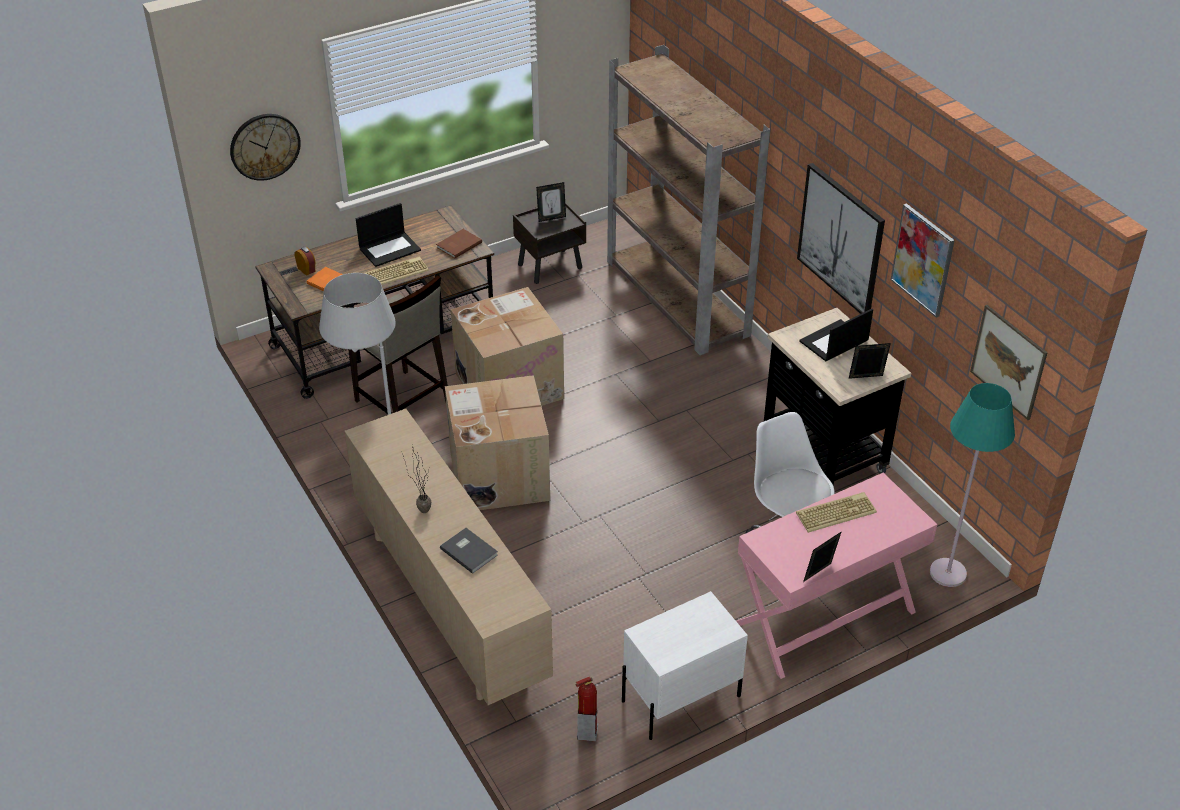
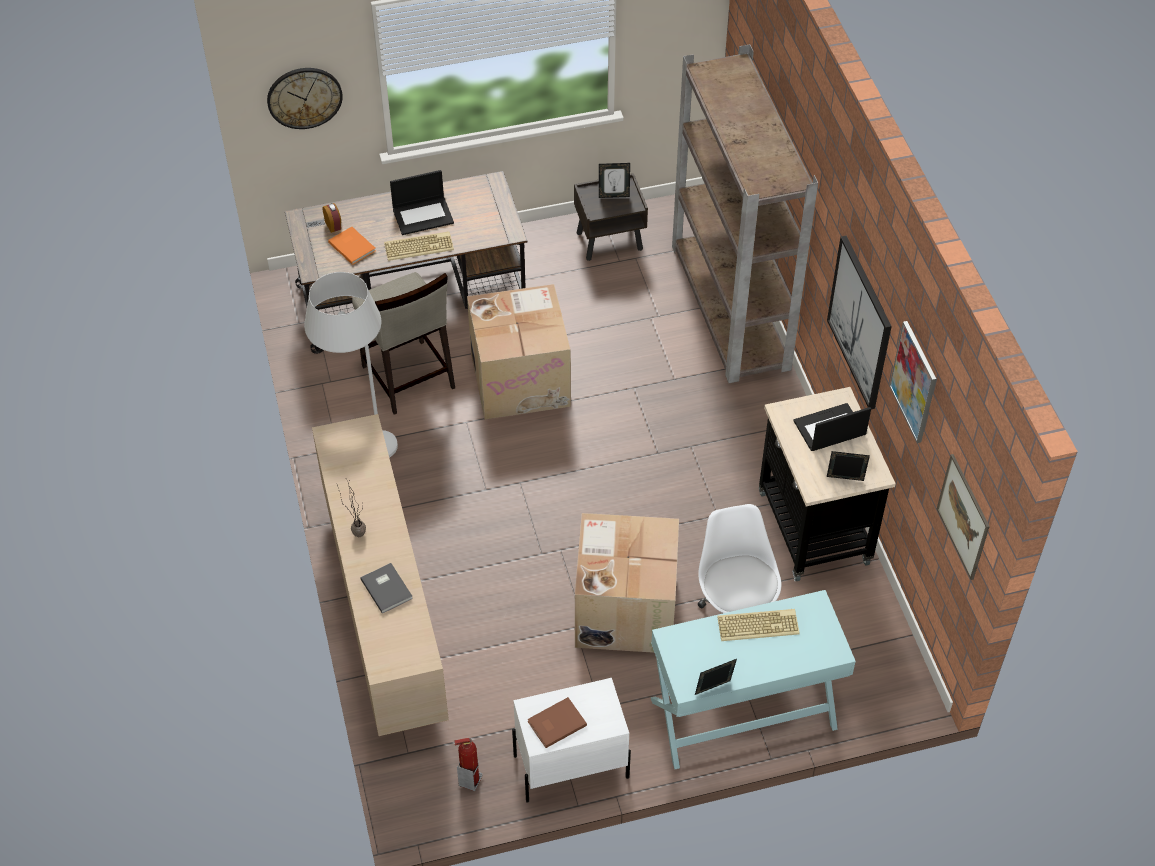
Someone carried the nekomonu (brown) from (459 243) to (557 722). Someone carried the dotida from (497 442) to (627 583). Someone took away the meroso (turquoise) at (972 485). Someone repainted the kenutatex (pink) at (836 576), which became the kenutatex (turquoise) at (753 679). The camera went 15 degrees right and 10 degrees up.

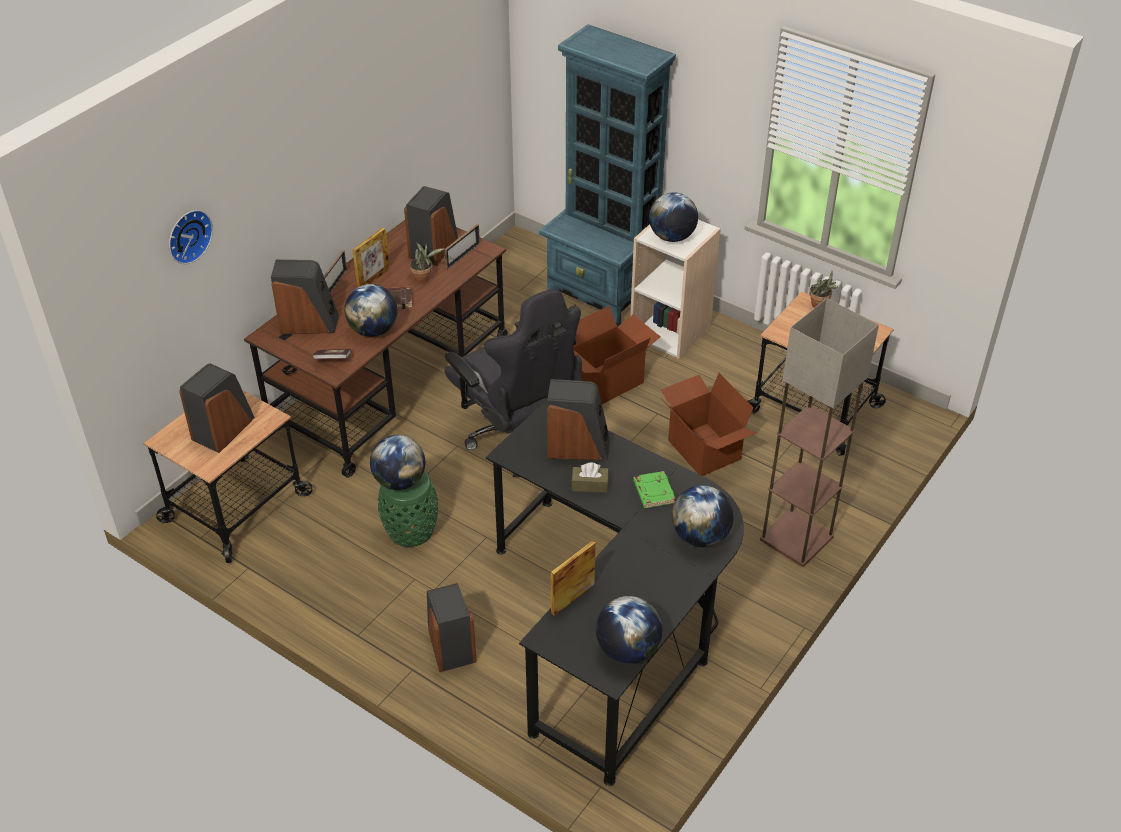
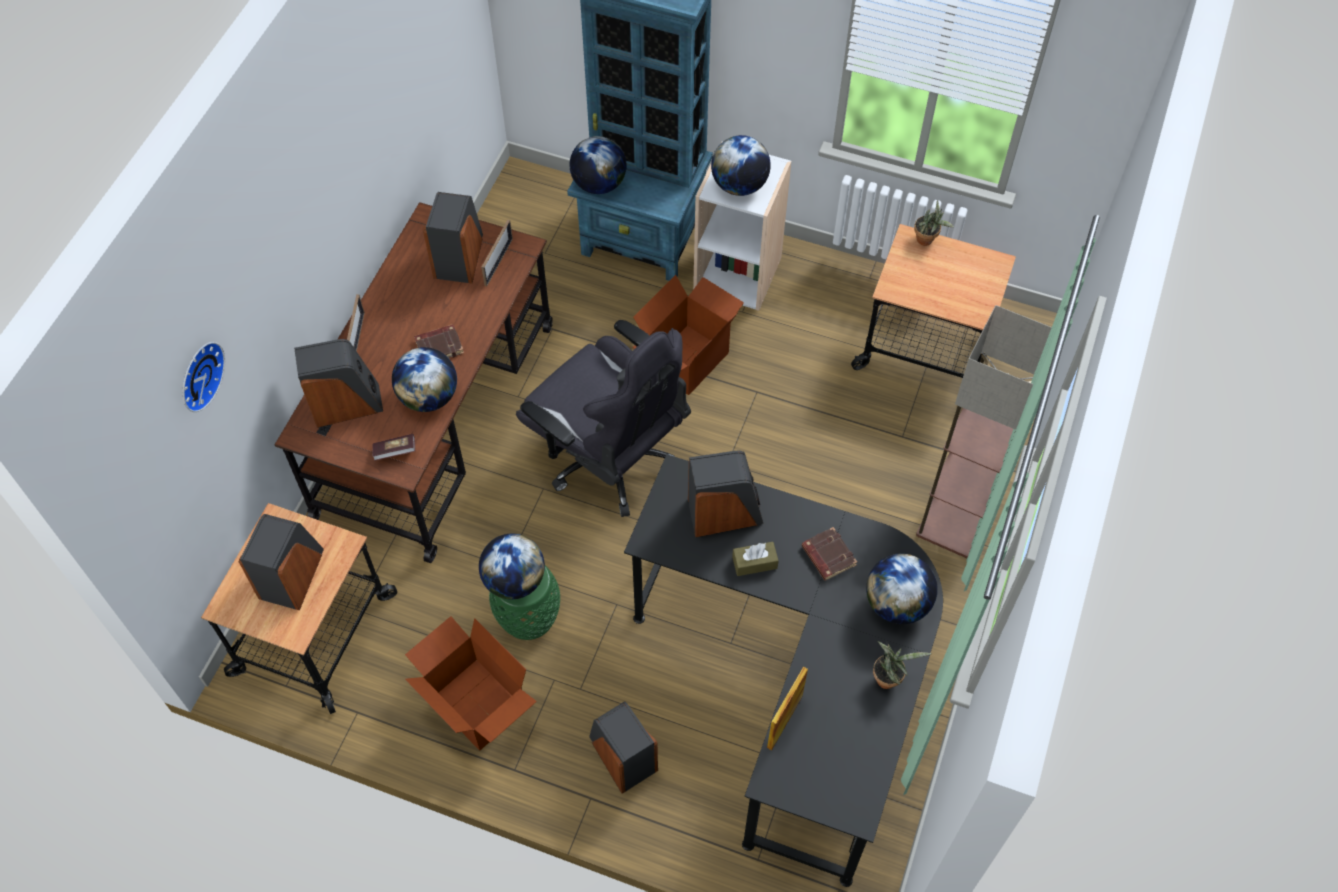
Someone took away the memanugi at (371 257). Someone carried the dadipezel from (427 262) to (902 665). Someone carried the dotida from (709 424) to (471 683). Someone repainted the nekomonu (green) at (654 489), which became the nekomonu (brown) at (829 554). Someone carried the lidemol from (629 629) to (598 165). The camera went 15 degrees left and 15 degrees up.

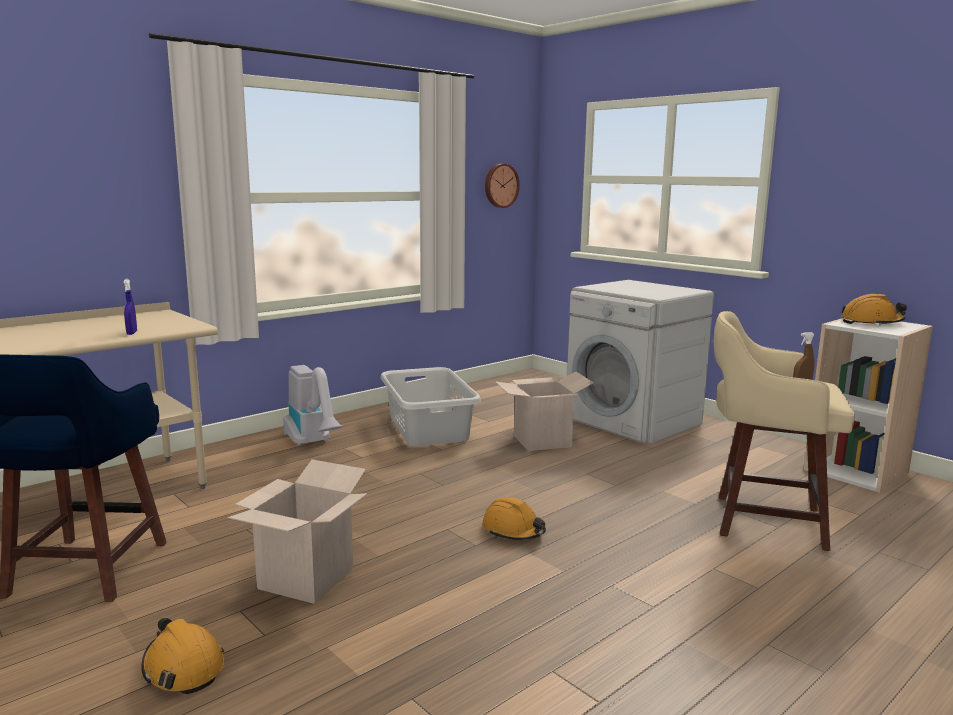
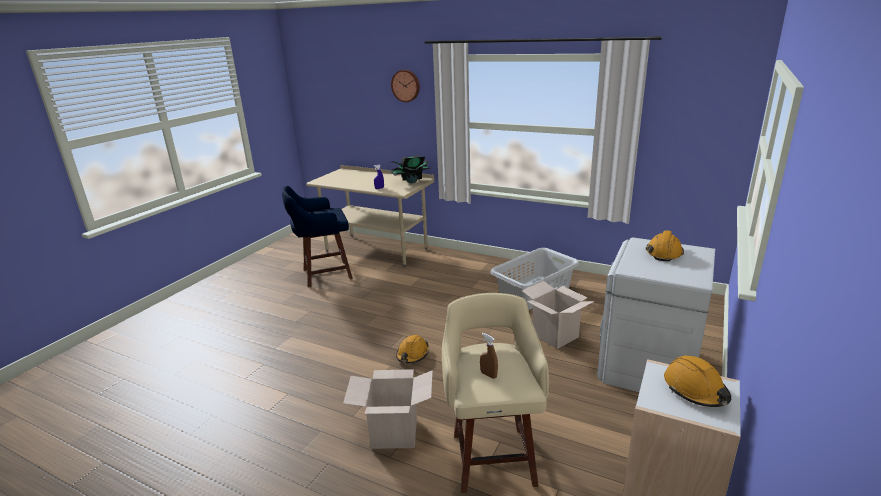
Someone carried the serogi from (502 186) to (405 86). Someone took away the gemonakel at (313 405). Someone carried the dotida from (297 531) to (388 409). Someone carried the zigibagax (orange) from (182 656) to (665 246). Someone put down the dadipezel at (410 169). The camera went 70 degrees right and 10 degrees up.

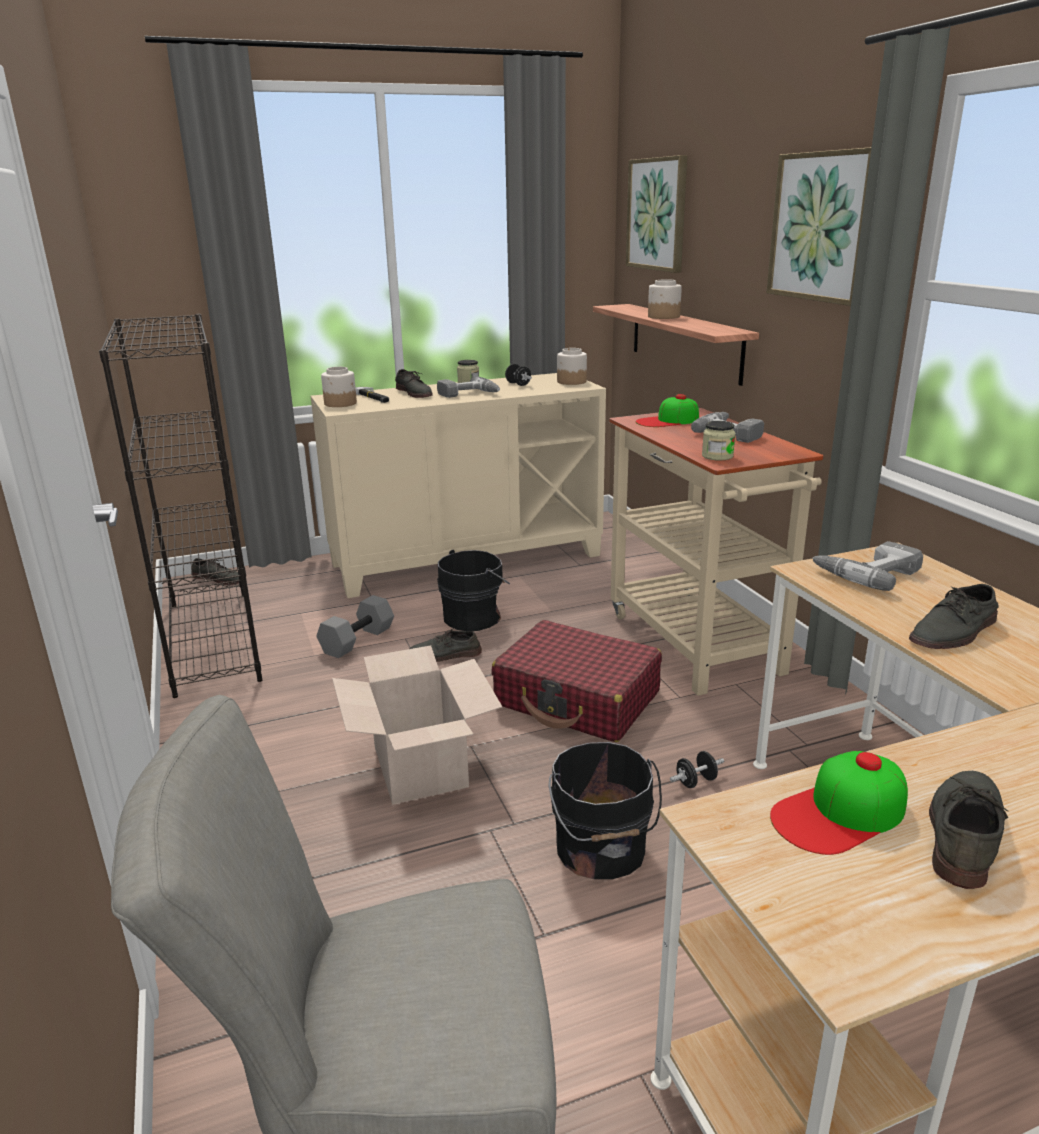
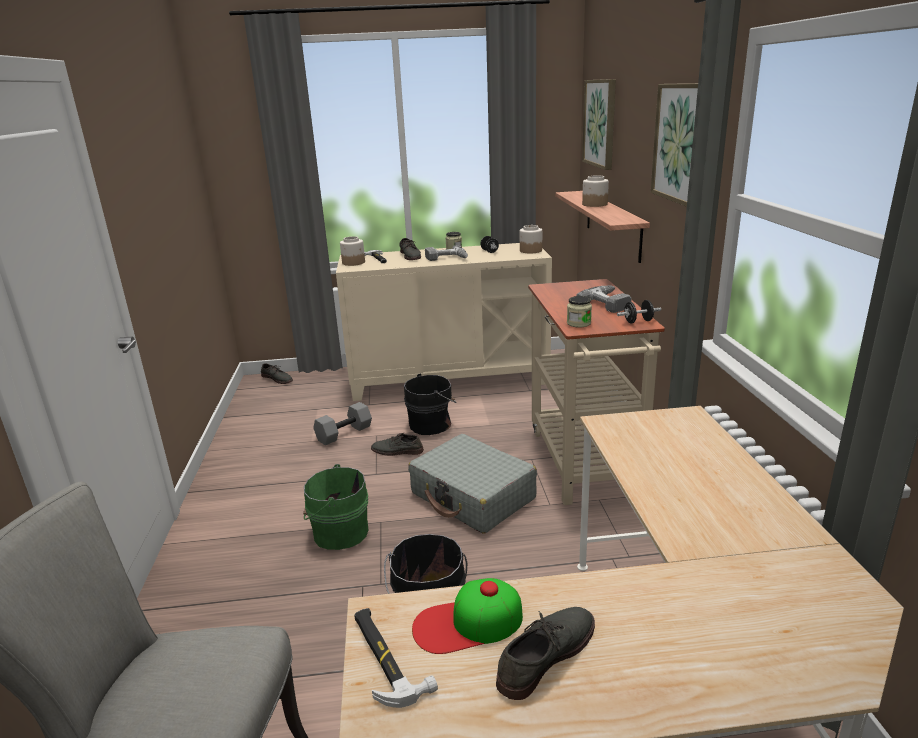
Someone took away the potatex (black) at (180 506). Someone took away the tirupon at (667 410). Someone took away the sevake at (867 566). Someone took away the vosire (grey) at (954 616). Someone repainted the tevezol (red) at (576 681), which became the tevezol (grey) at (472 484). Someone swapped the dotida at (417 724) for the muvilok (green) at (336 507). Someone carried the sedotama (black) from (697 769) to (639 311). Someone put down the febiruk at (396 658). The camera went 15 degrees right and 0 degrees up.

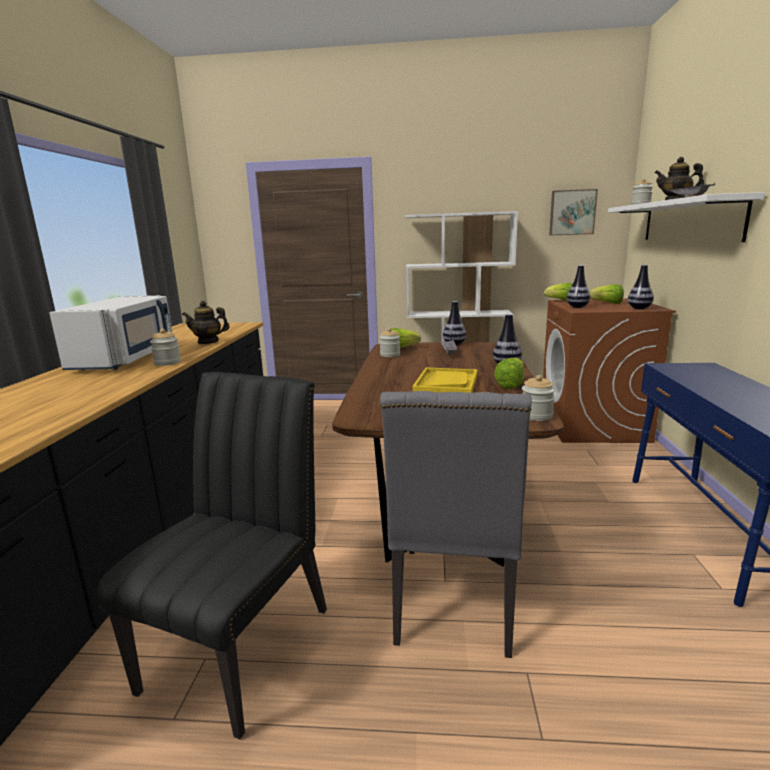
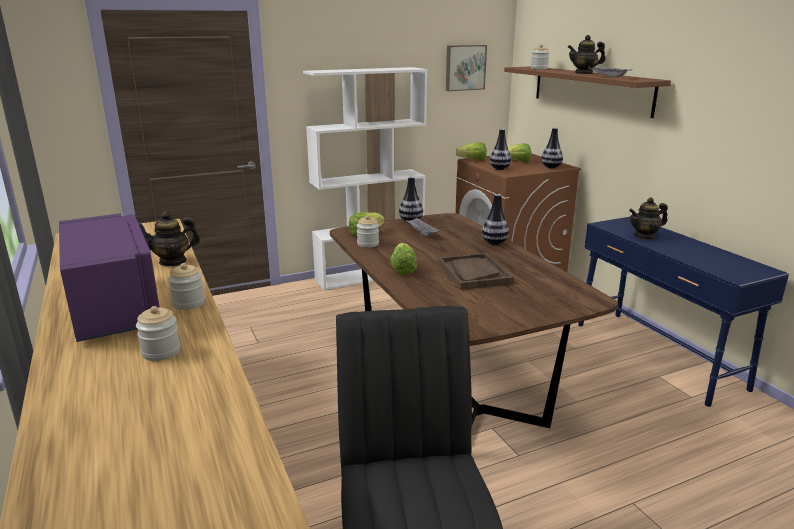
Someone repainted the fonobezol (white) at (686 217), which became the fonobezol (brown) at (587 92). Someone repainted the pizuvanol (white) at (110 332), which became the pizuvanol (purple) at (109 278). Someone carried the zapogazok from (509 373) to (403 259). Someone repainted the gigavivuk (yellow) at (445 380), which became the gigavivuk (brown) at (476 271). Someone carried the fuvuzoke from (538 398) to (158 333). Someone took away the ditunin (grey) at (456 524). Someone put down the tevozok at (648 218). The camera went 30 degrees left and 5 degrees up.

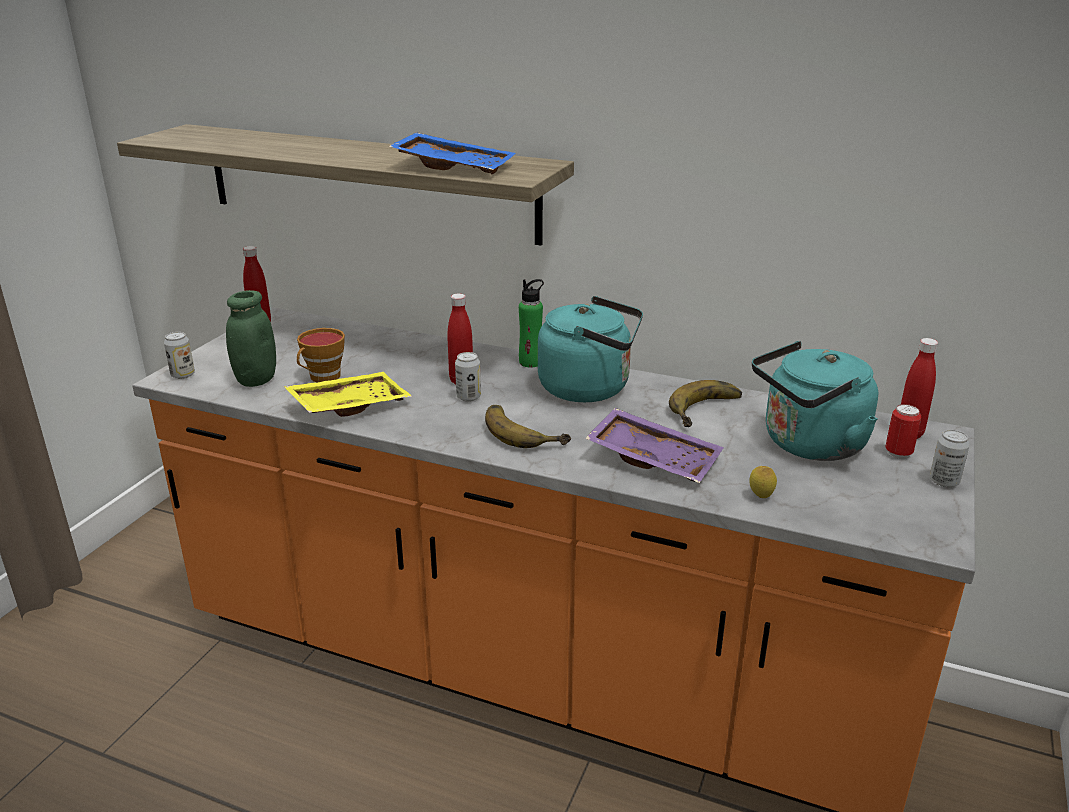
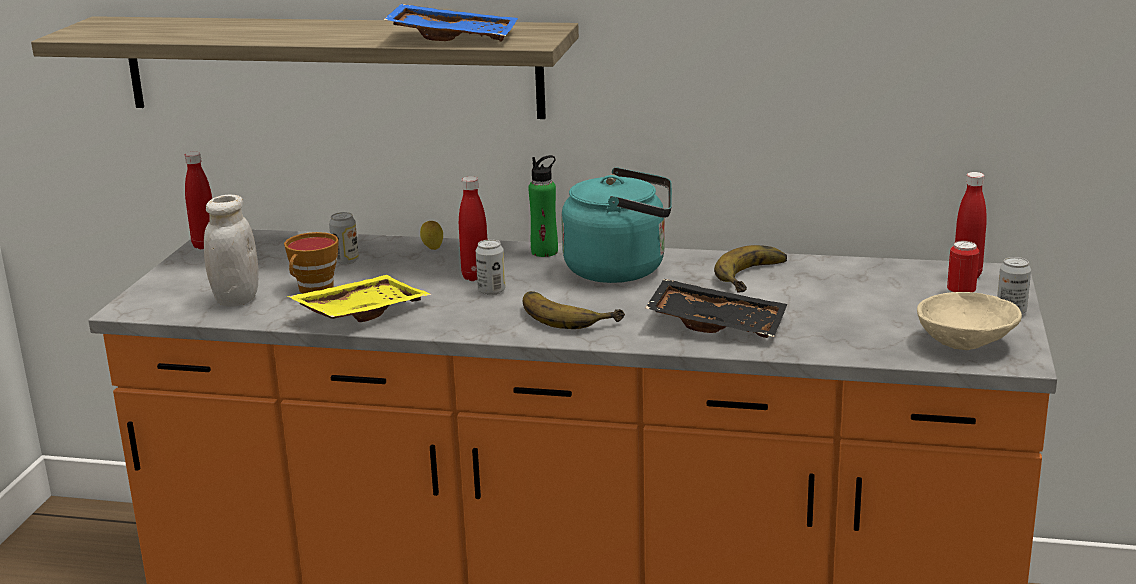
Someone repainted the fuvuzoke (green) at (251 338), which became the fuvuzoke (white) at (231 251). Someone carried the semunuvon from (179 355) to (344 238). Someone took away the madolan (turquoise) at (815 401). Someone repainted the gigavivuk (purple) at (654 445), which became the gigavivuk (black) at (716 308). Someone carried the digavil from (763 482) to (431 235). Someone put down the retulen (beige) at (969 321). The camera went 10 degrees left and 5 degrees down.

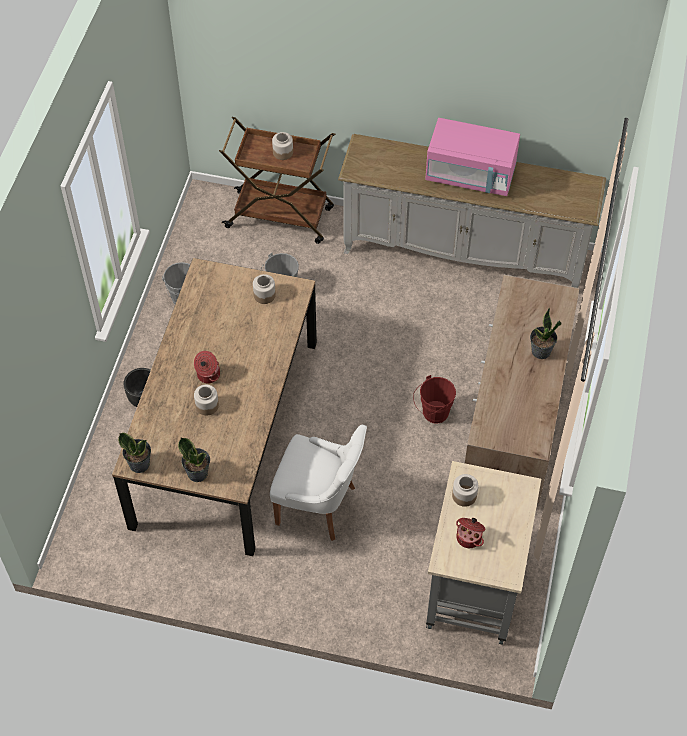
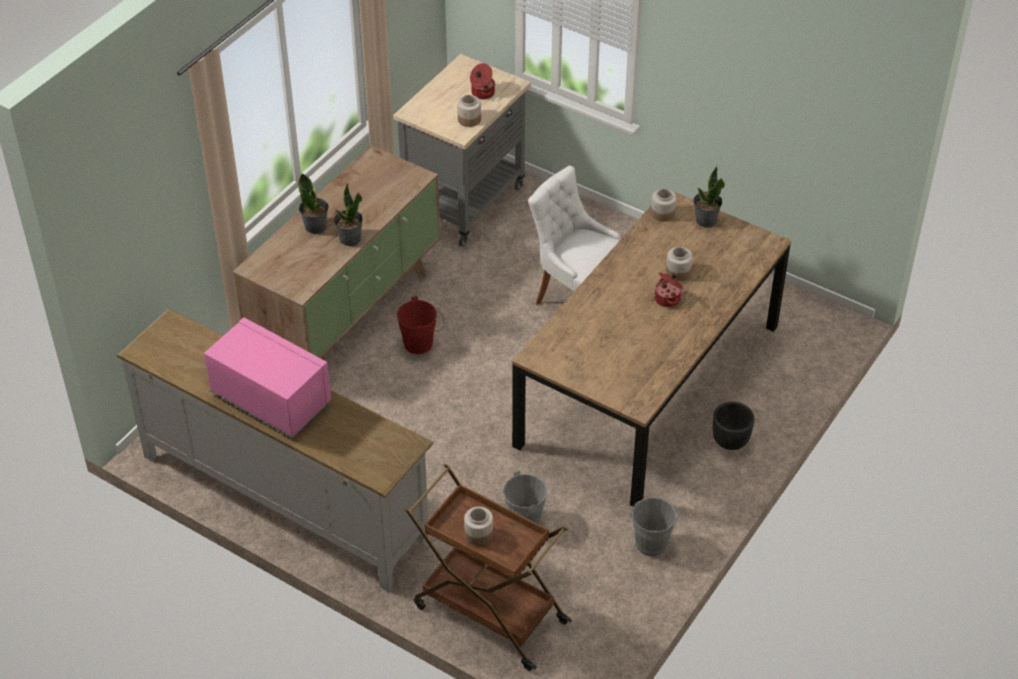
Someone carried the fuvuzoke from (264 289) to (664 205). Someone carried the dadipezel from (134 453) to (348 215). The camera went 160 degrees left and 10 degrees down.

